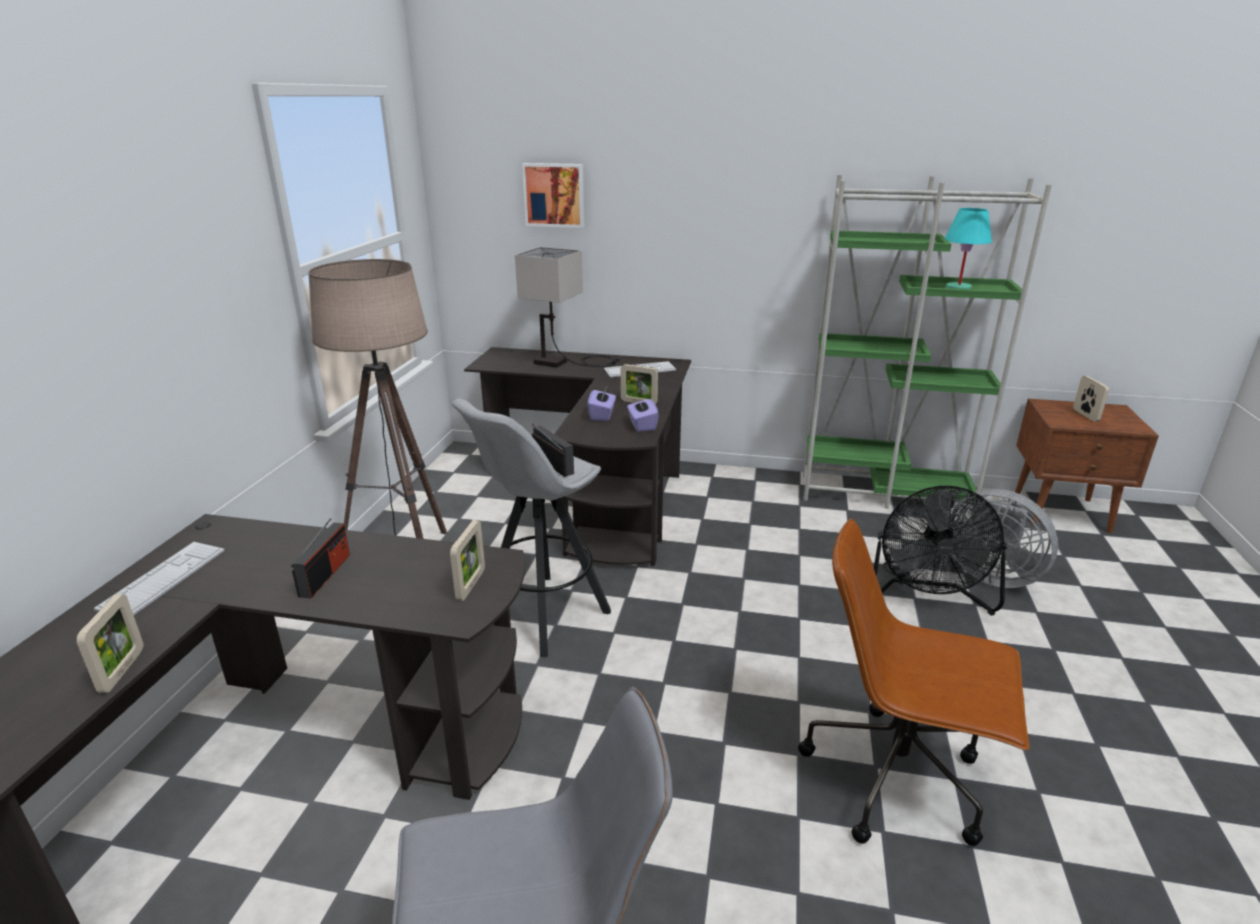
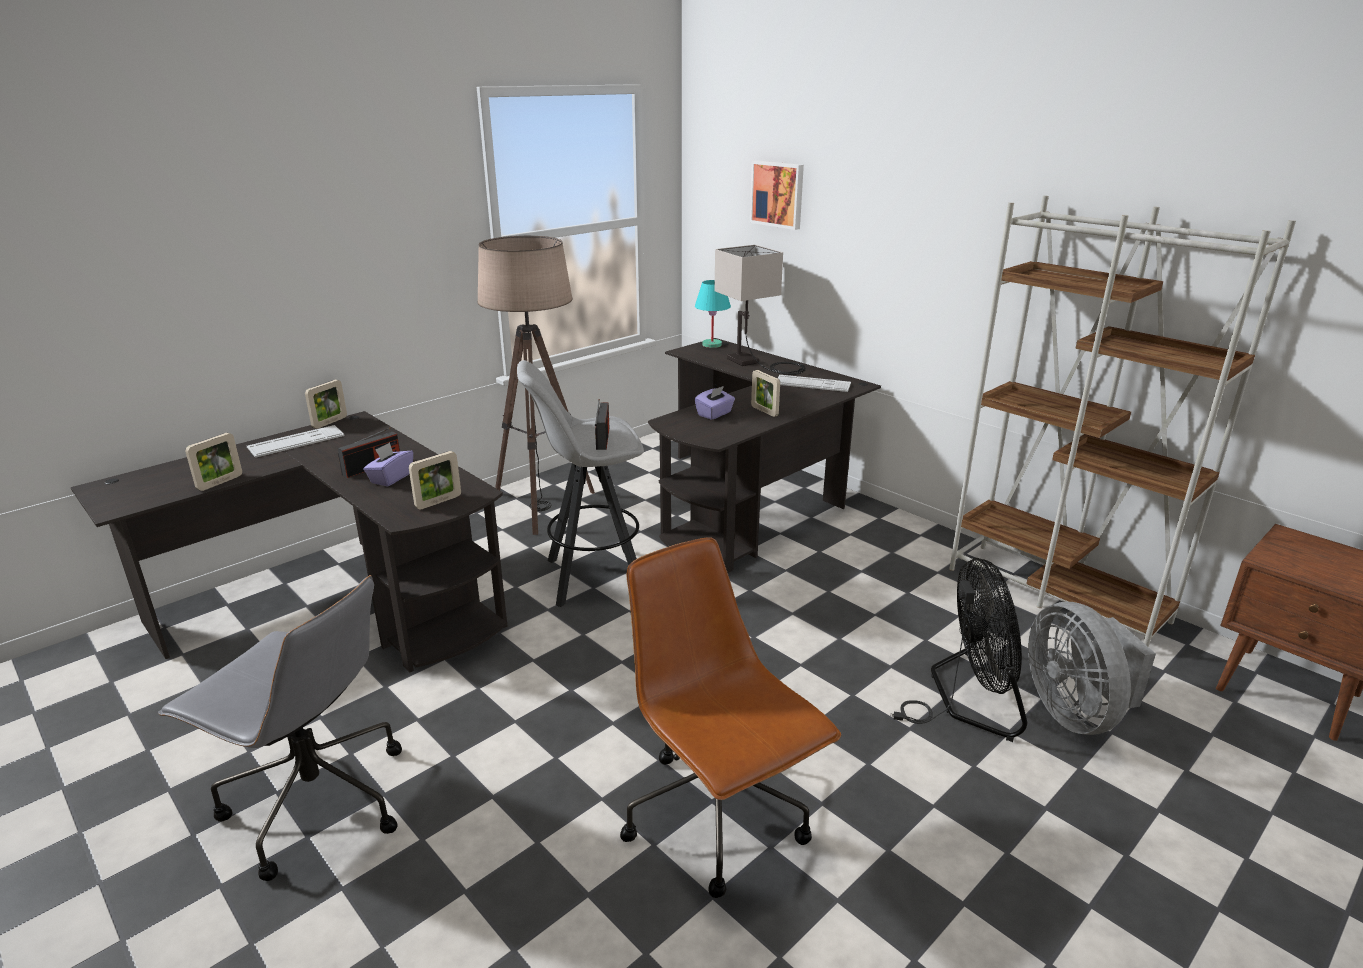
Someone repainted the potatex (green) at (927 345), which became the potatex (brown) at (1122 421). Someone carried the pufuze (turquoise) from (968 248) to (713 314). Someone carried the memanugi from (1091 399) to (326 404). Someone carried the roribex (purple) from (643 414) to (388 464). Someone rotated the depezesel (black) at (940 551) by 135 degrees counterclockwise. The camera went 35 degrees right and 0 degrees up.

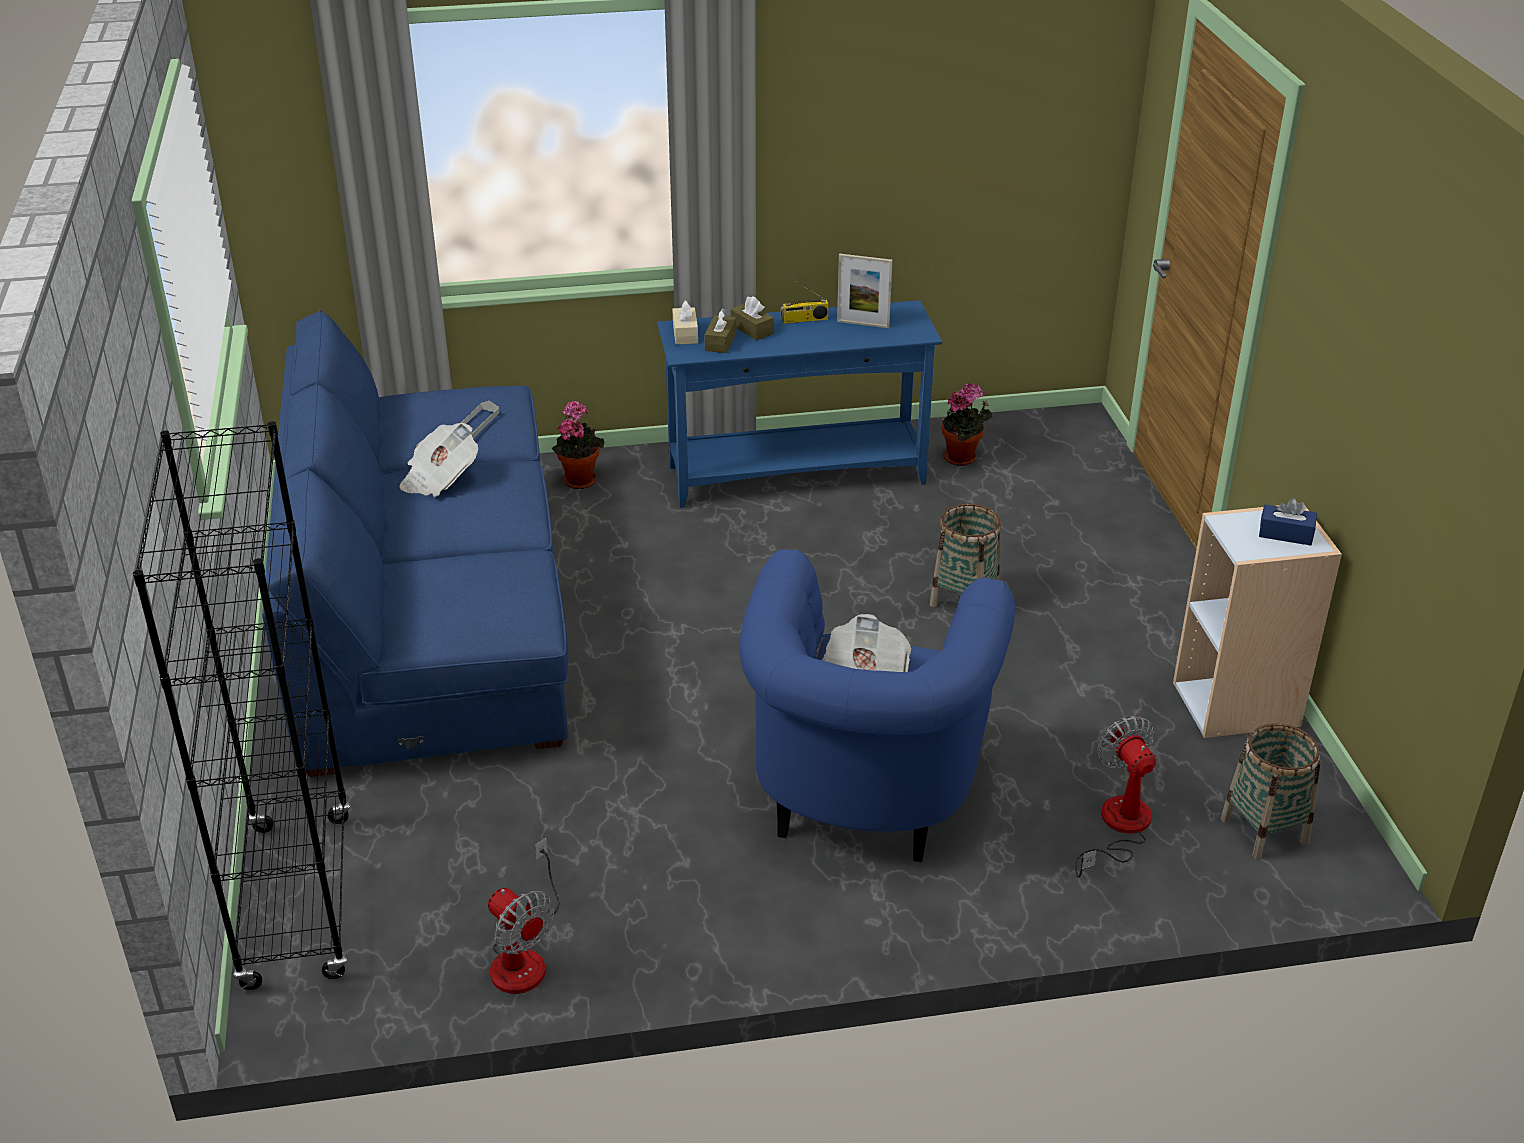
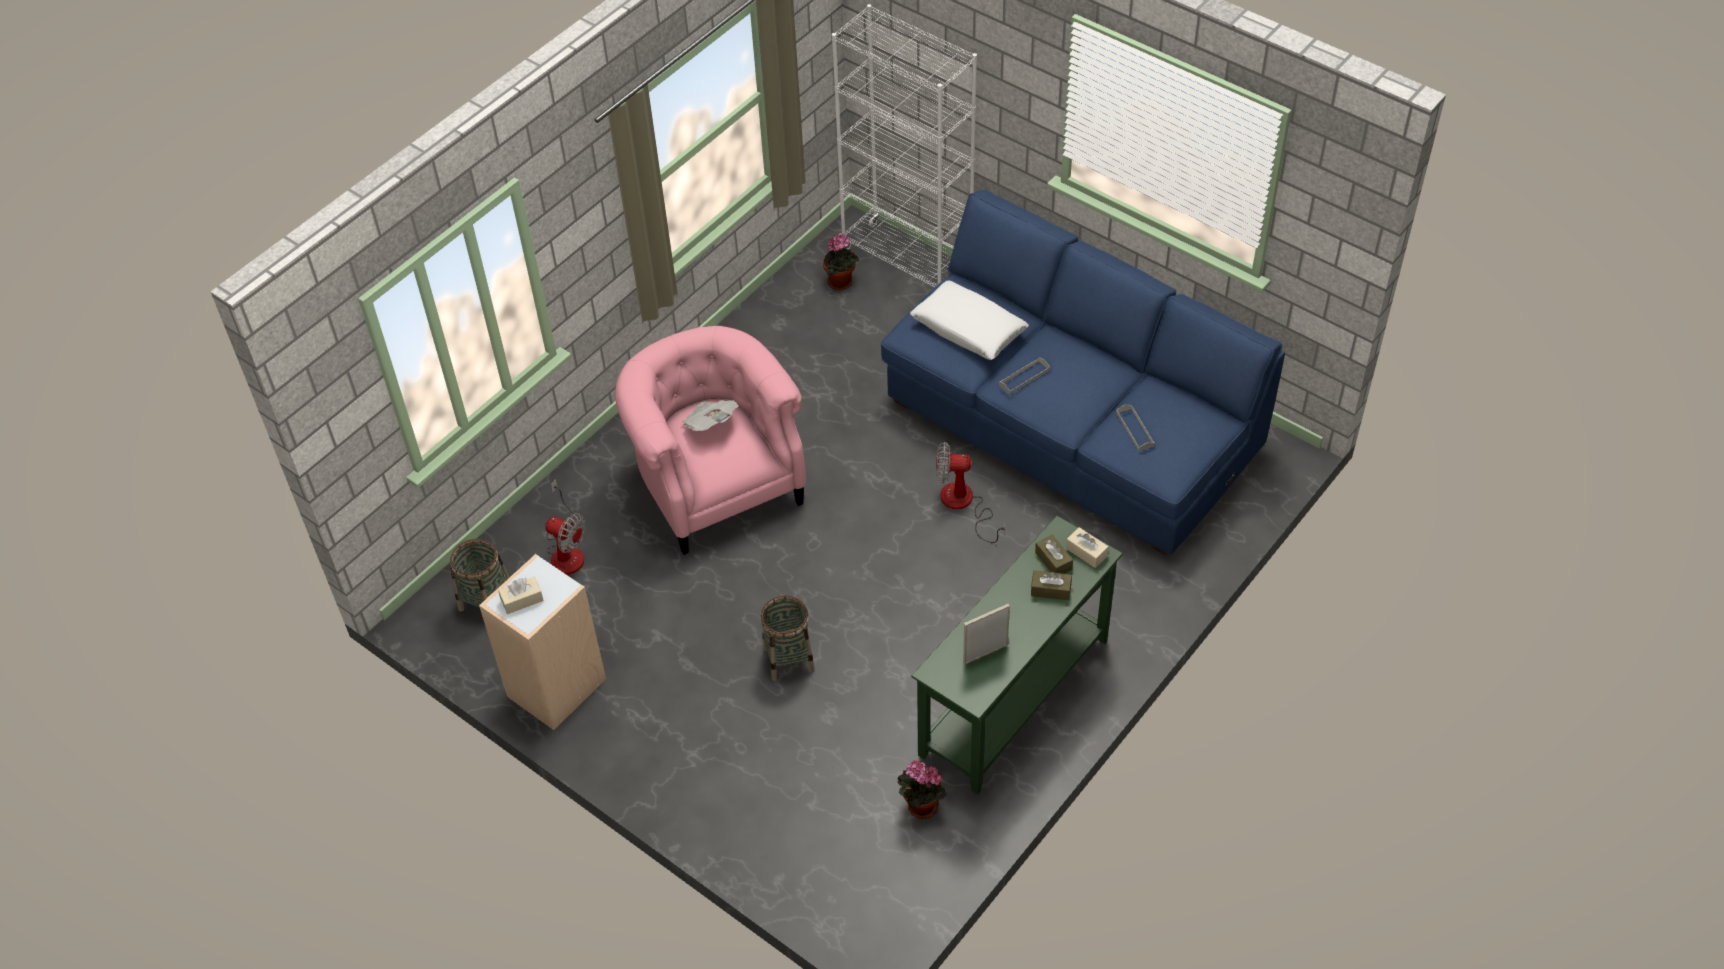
Someone took away the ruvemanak at (805 301). Someone repainted the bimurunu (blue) at (799 404), which became the bimurunu (green) at (1017 655). Someone carried the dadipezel from (578 445) to (841 261). Someone repainted the potatex (black) at (242 705), which became the potatex (white) at (904 145). Someone took away the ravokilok at (438 460). Someone repainted the roribex (blue) at (1288 522), which became the roribex (beige) at (521 595). Someone repainted the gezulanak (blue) at (877 705), which became the gezulanak (pink) at (710 440). Someone carried the depezesel from (524 916) to (970 492). Someone put down the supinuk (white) at (969 320). Someone put down the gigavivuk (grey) at (1024 376). The camera went 140 degrees right and 15 degrees up.

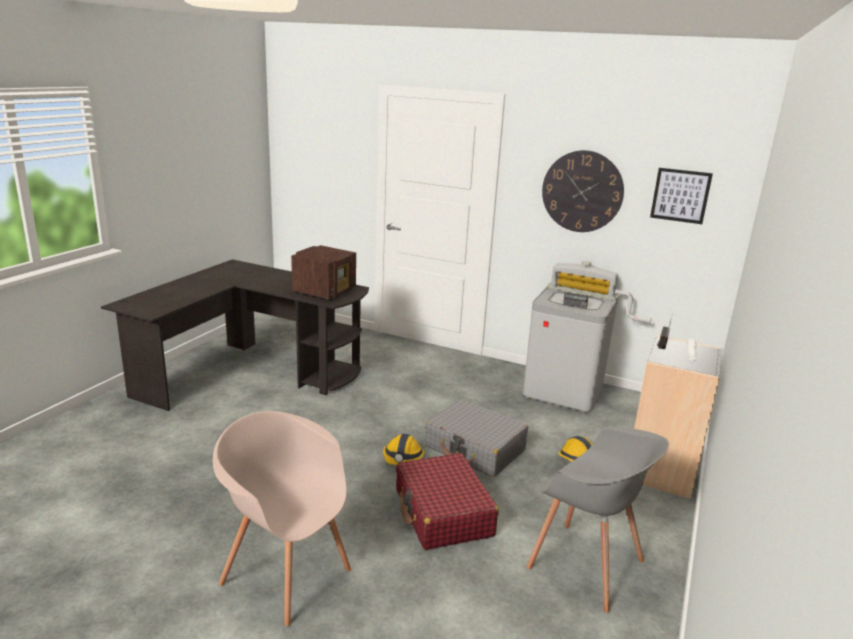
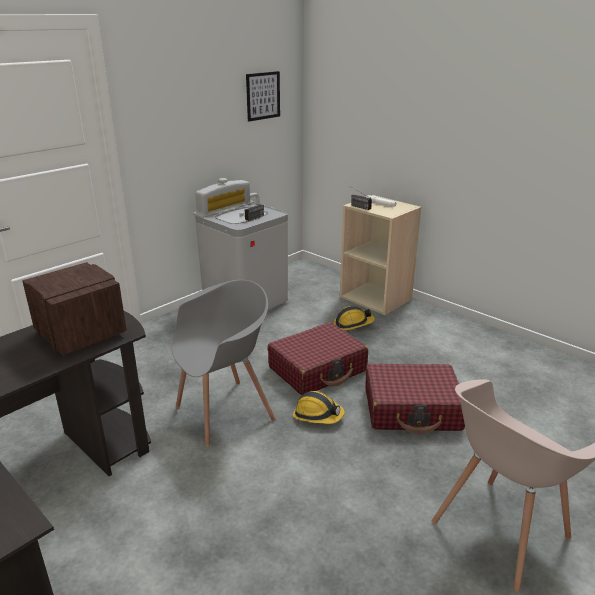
Someone took away the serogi at (583 191). Someone repainted the potatex (black) at (678 417), which became the potatex (beige) at (380 255). Someone repainted the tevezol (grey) at (476 438), which became the tevezol (red) at (318 359). Someone carried the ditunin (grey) from (598 519) to (223 363). The camera went 70 degrees left and 5 degrees up.

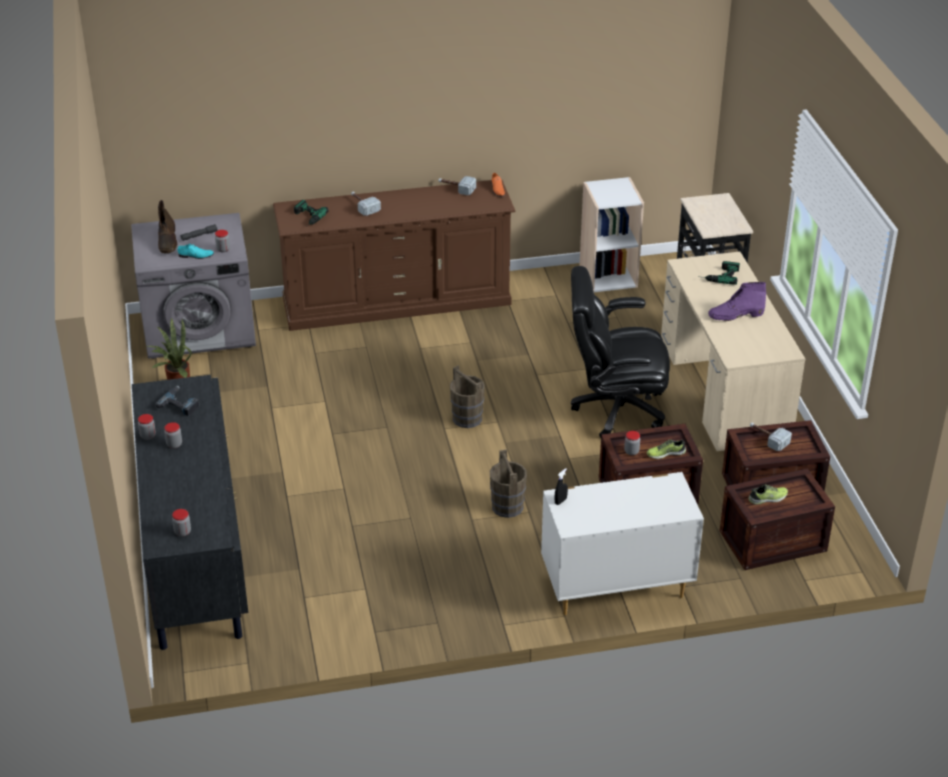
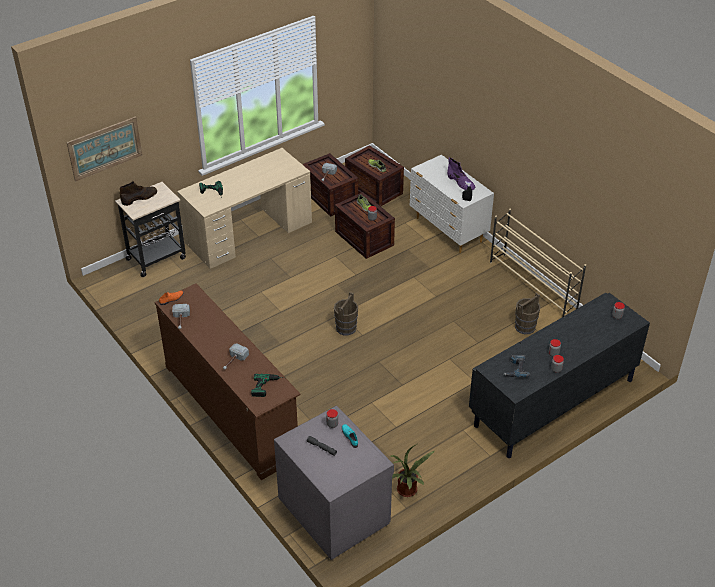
Someone took away the potatex at (611 234). Someone carried the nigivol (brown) from (167 226) to (138 193). Someone took away the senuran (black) at (620 352). Someone carried the nigivol (purple) from (737 301) to (461 173). Someone carried the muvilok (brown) from (508 483) to (527 313). Someone put up the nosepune at (104 149). Someone put down the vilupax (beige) at (538 263). The camera went 115 degrees left and 5 degrees up.

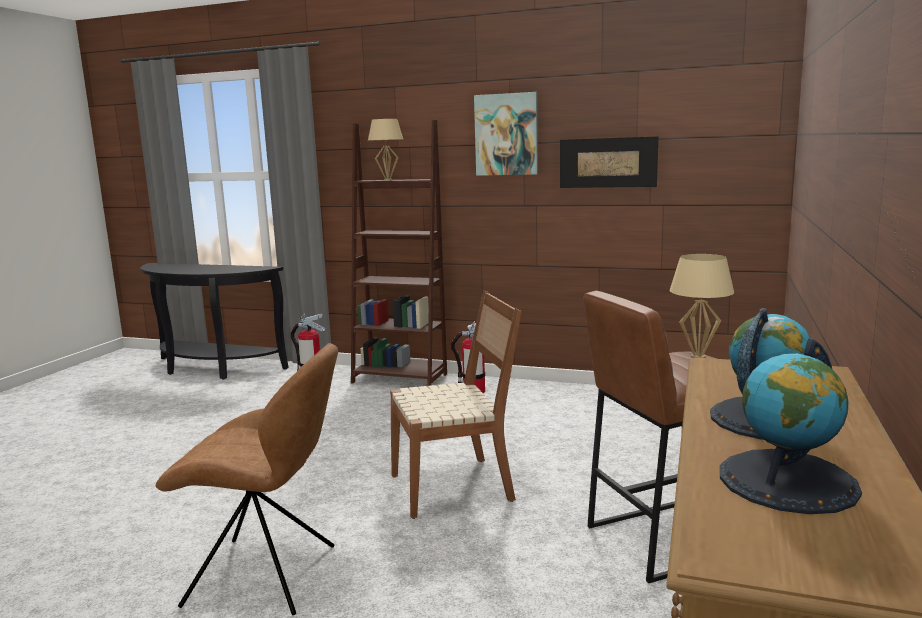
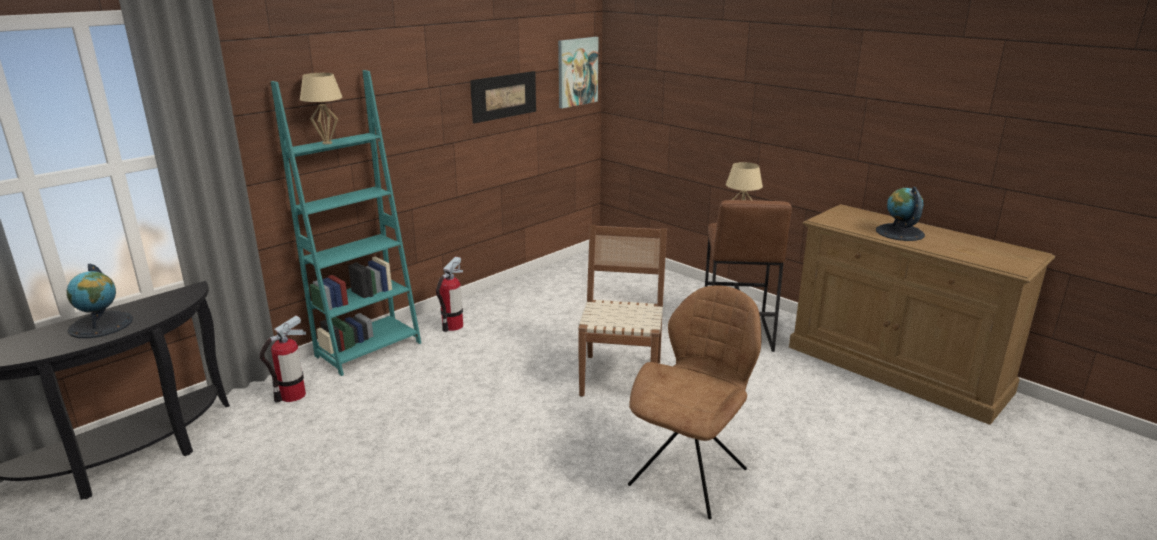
Someone carried the nosepune from (506 134) to (578 72). Someone repainted the potatex (brown) at (399 253), which became the potatex (turquoise) at (346 223). Someone carried the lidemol from (791 426) to (100 301). The camera went 65 degrees left and 10 degrees up.

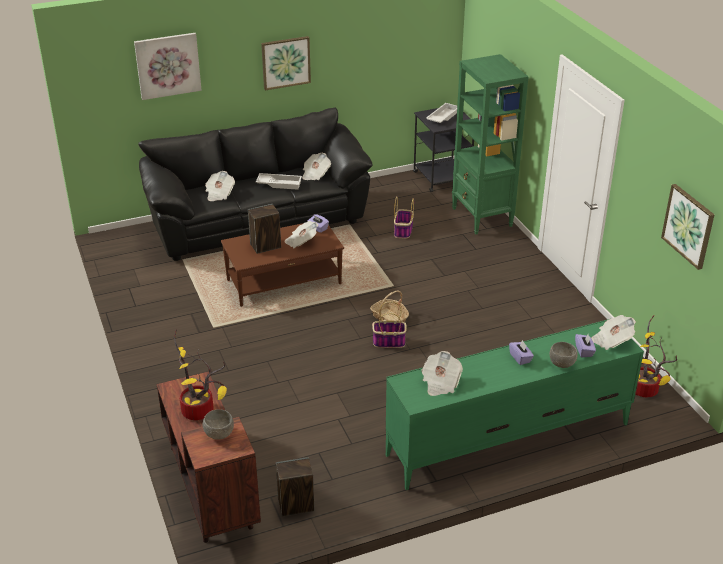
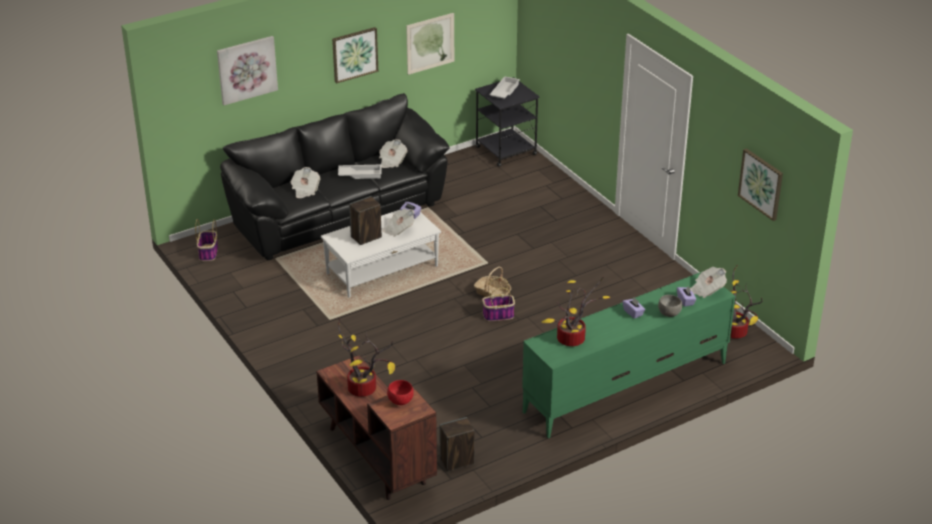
Someone took away the potatex (green) at (490 144). Someone carried the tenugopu from (404 217) to (206 240). Someone repainted the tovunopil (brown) at (282 265), which became the tovunopil (white) at (381 254). Someone swapped the ravokilok at (442 373) for the dadipezel at (576 311). Someone repainted the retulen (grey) at (218 424), which became the retulen (red) at (400 392). Someone put up the nosepune at (430 44). The camera went 10 degrees left and 0 degrees up.

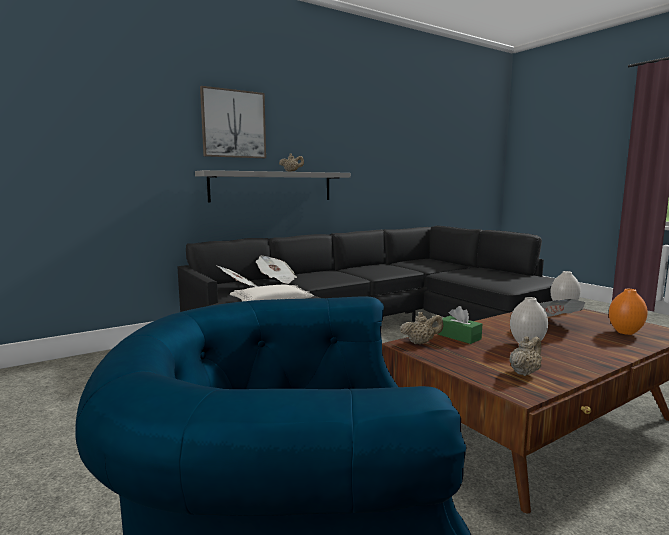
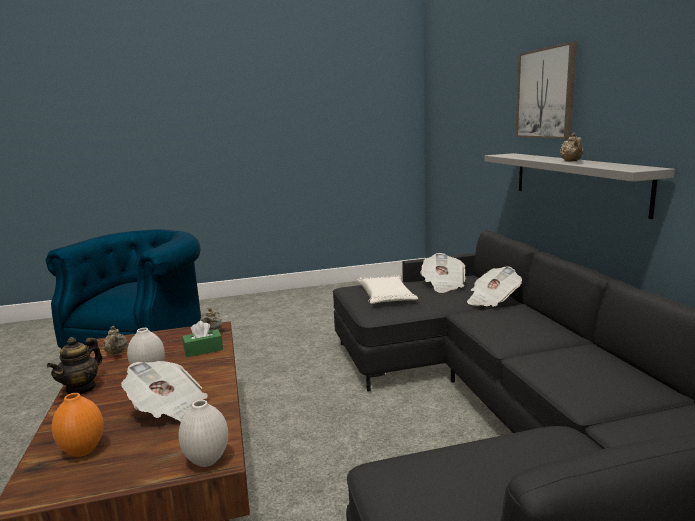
Someone put down the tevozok at (75 366). The camera went 110 degrees right and 5 degrees up.

